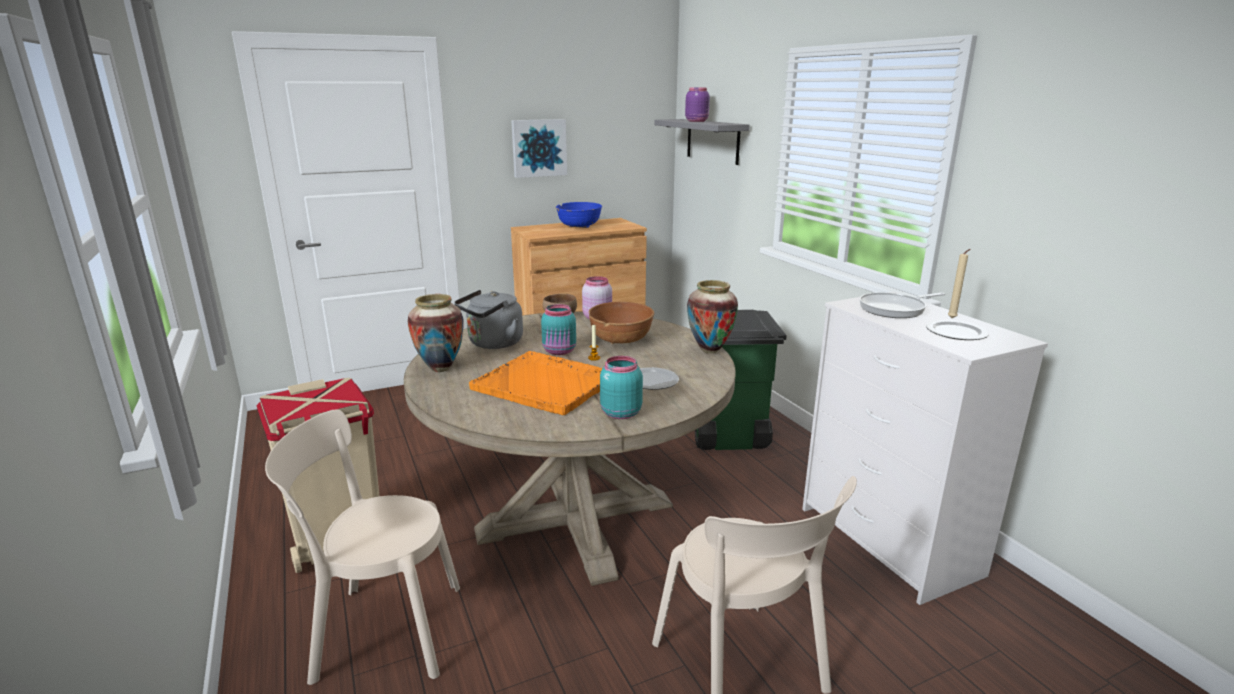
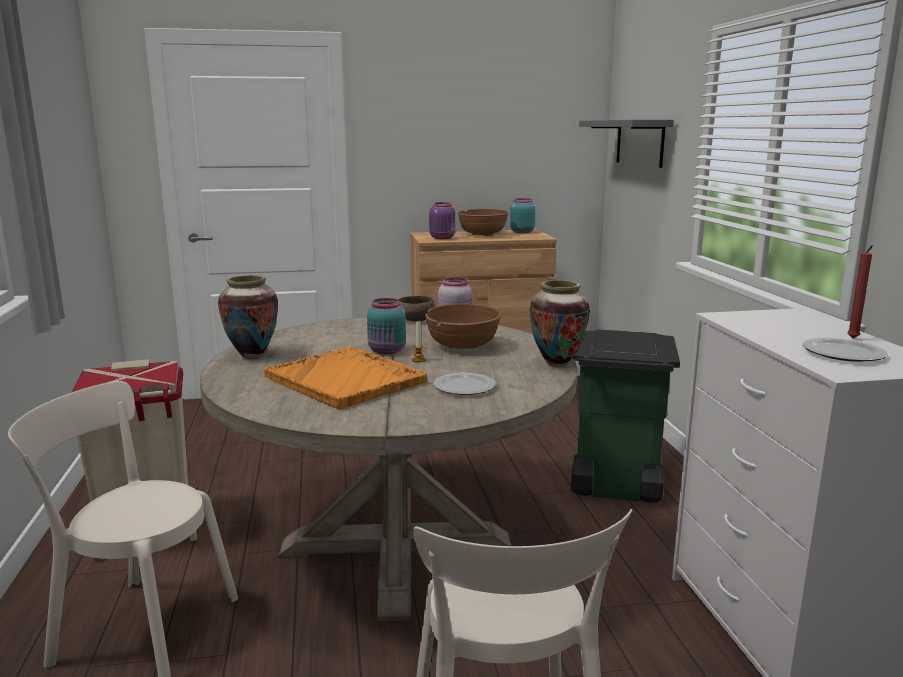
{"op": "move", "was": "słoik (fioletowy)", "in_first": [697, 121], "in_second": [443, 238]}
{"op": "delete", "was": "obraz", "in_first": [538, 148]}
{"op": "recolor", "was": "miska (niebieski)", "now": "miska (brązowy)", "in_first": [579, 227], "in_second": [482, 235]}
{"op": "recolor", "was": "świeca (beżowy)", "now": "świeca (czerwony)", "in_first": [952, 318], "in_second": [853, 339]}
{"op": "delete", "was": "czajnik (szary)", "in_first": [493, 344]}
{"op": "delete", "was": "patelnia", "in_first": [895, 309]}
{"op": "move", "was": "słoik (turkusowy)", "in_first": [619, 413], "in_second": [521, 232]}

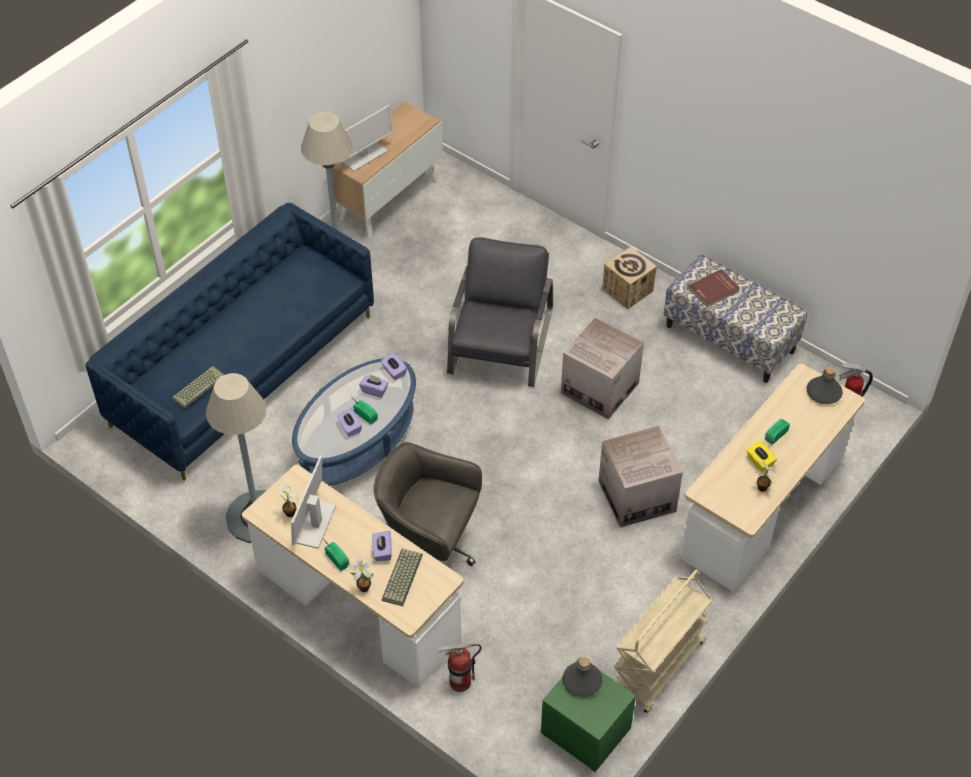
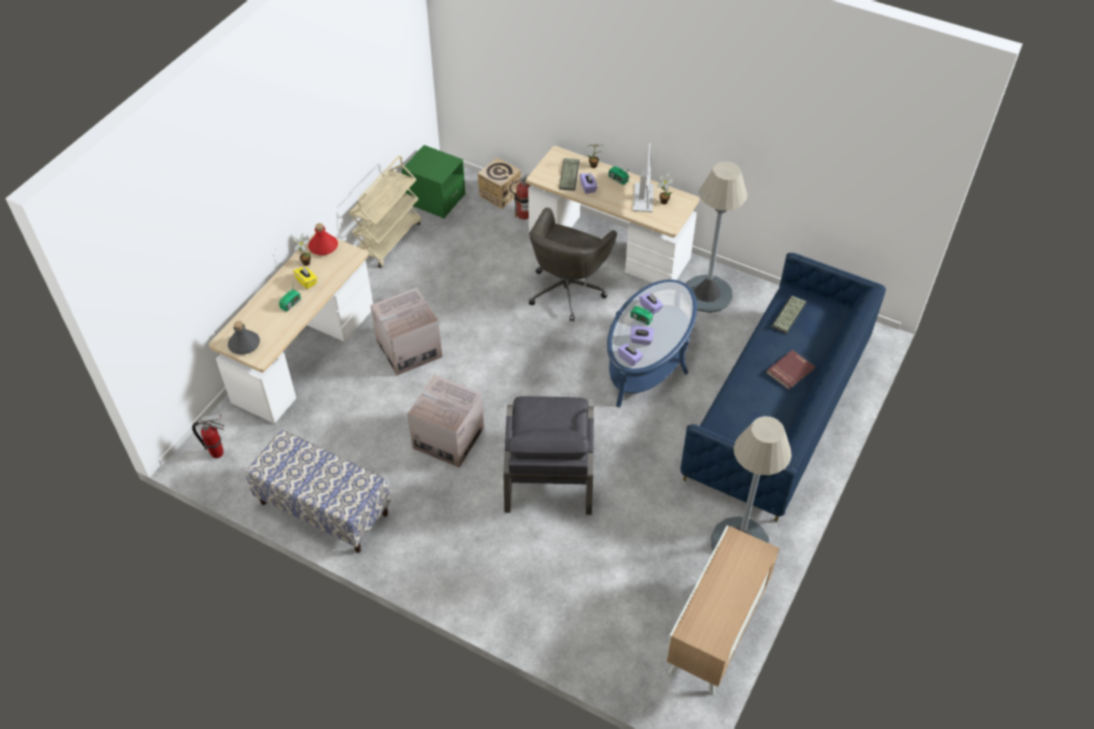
{"op": "delete", "was": "monitor", "in_first": [364, 156]}
{"op": "move", "was": "karton", "in_first": [628, 290], "in_second": [500, 194]}
{"op": "move", "was": "książka (czerwony)", "in_first": [714, 290], "in_second": [789, 370]}
{"op": "rotate", "was": "krzesło biurowe (szary)", "in_first": [429, 549], "in_second": [567, 290], "clockwise": 105}
{"op": "delete", "was": "butelka (szary)", "in_first": [582, 681]}
{"op": "insert", "now": "butelka (czerwony)", "in_second": [323, 246]}

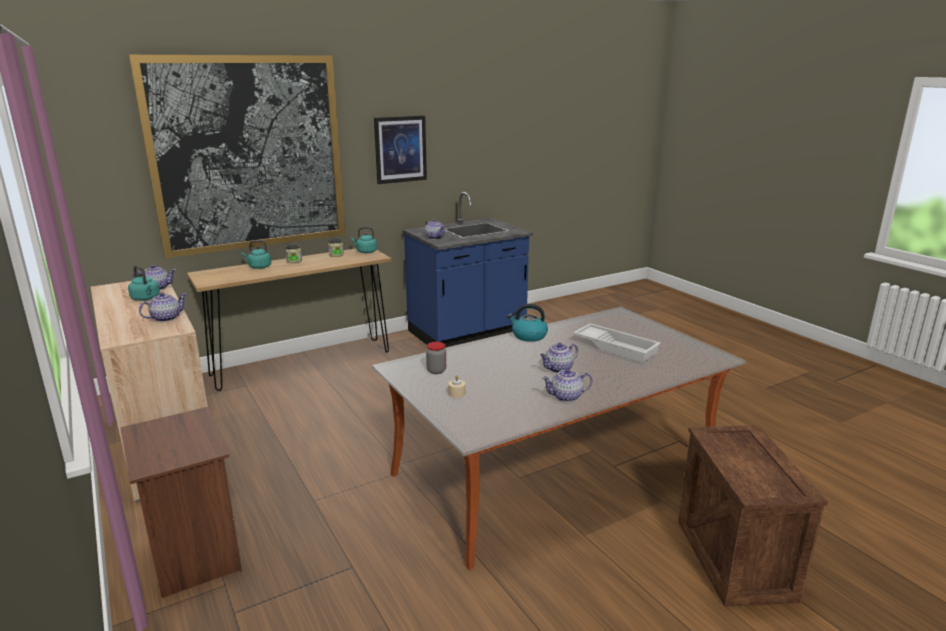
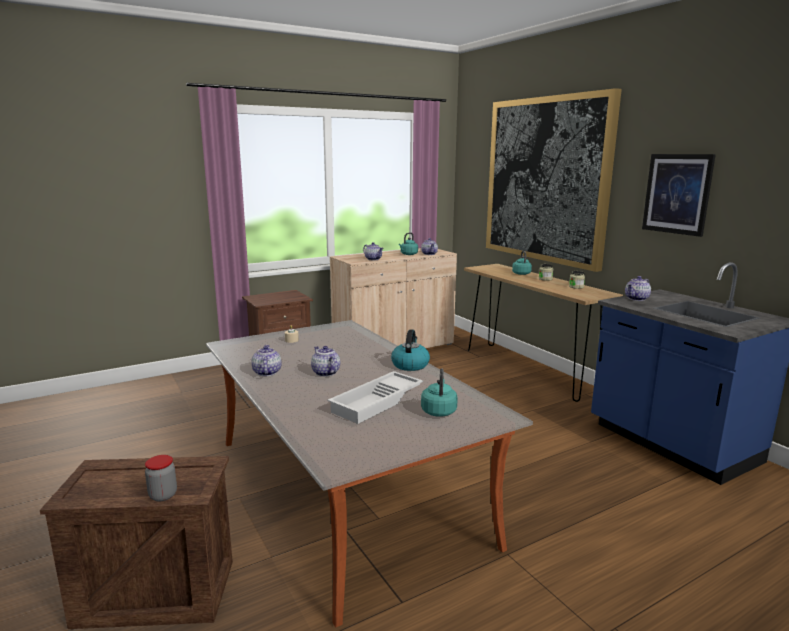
{"op": "move", "was": "czajnik (turkusowy)", "in_first": [365, 252], "in_second": [439, 411]}
{"op": "move", "was": "słoik", "in_first": [436, 370], "in_second": [163, 495]}

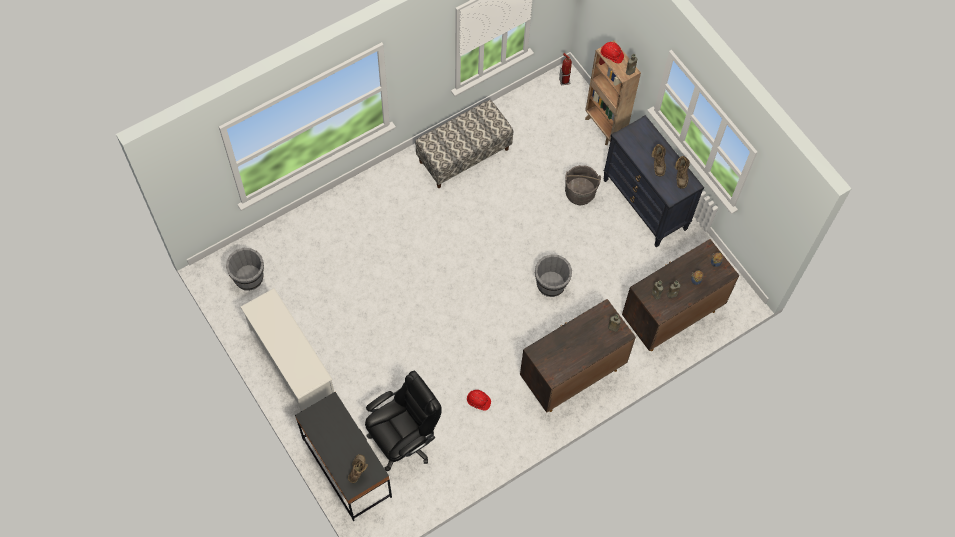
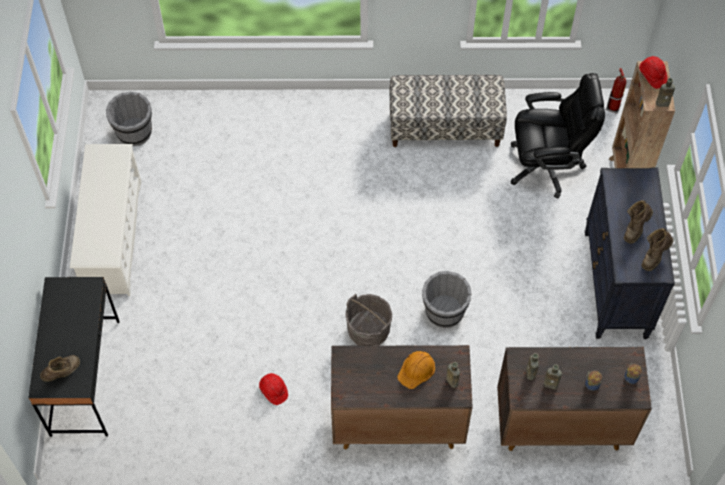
{"op": "move", "was": "wiadro (szary)", "in_first": [580, 193], "in_second": [368, 331]}
{"op": "move", "was": "krzesło biurowe (czarny)", "in_first": [404, 439], "in_second": [547, 165]}
{"op": "insert", "now": "kask (pomarańczowy)", "in_second": [416, 370]}

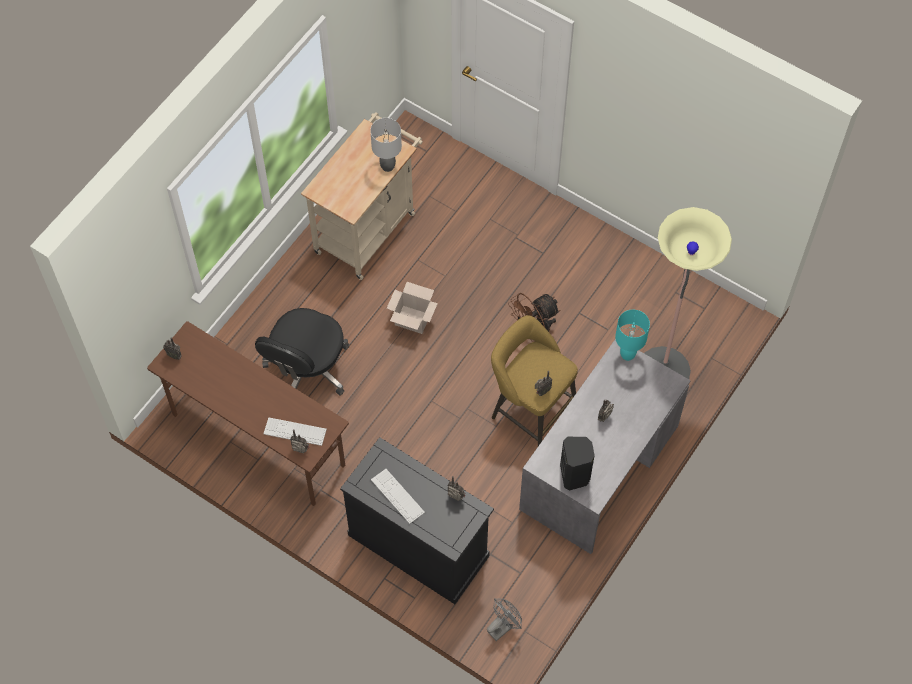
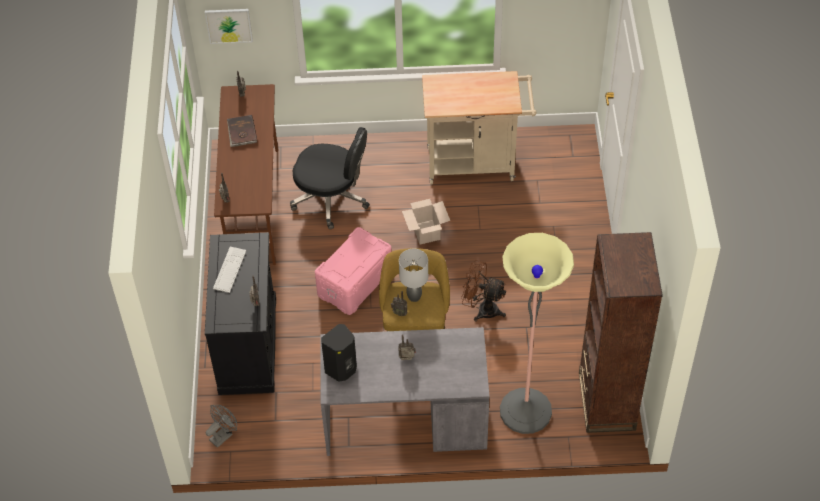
{"op": "move", "was": "lampa stołowa (szary)", "in_first": [388, 166], "in_second": [414, 297]}
{"op": "rotate", "was": "krzesło biurowe (czarny)", "in_first": [307, 370], "in_second": [332, 199], "clockwise": -150}
{"op": "delete", "was": "lampa stołowa (turkusowy)", "in_first": [628, 355]}
{"op": "delete", "was": "klawiatura", "in_first": [295, 432]}
{"op": "rotate", "was": "wentylator (szary)", "in_first": [503, 626], "in_second": [223, 435], "clockwise": -60}
{"op": "insert", "now": "obraz", "in_second": [229, 25]}
{"op": "insert", "now": "książka (brązowy)", "in_second": [241, 132]}
{"op": "insert", "now": "pojemnik do przechowywania (różowy)", "in_second": [354, 283]}
{"op": "insert", "now": "regał (brązowy)", "in_second": [606, 401]}

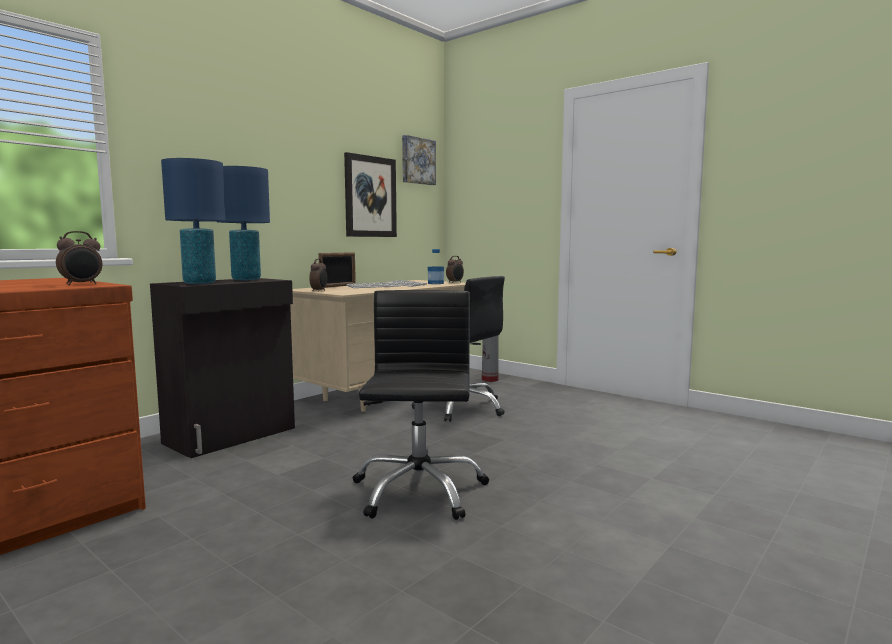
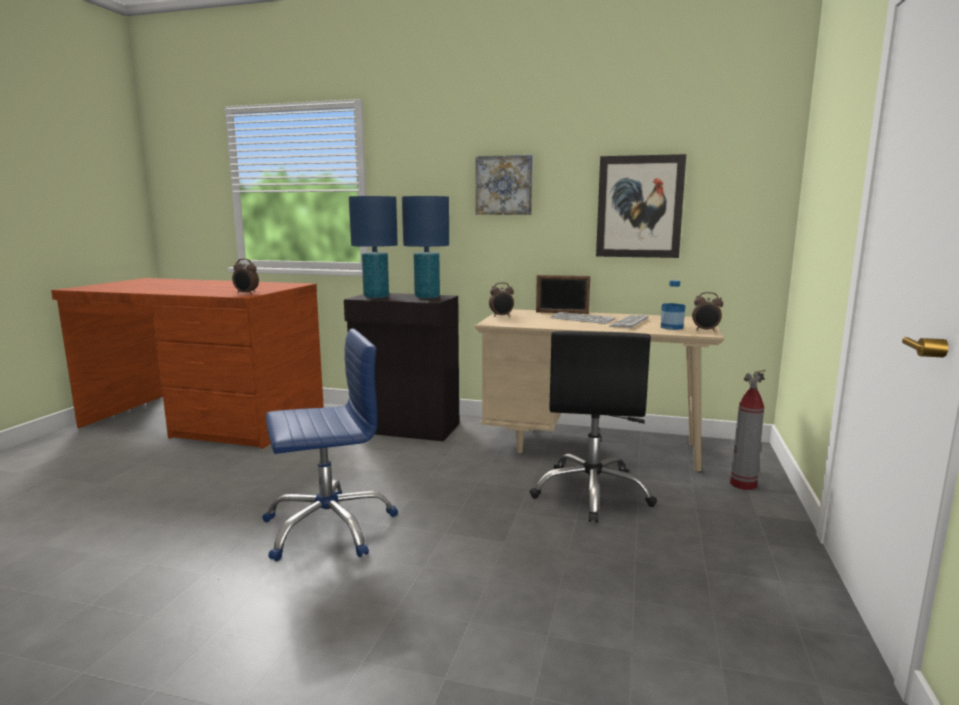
{"op": "move", "was": "obraz", "in_first": [417, 161], "in_second": [504, 185]}
{"op": "recolor", "was": "krzesło biurowe (czarny)", "now": "krzesło biurowe (niebieski)", "in_first": [418, 491], "in_second": [328, 527]}

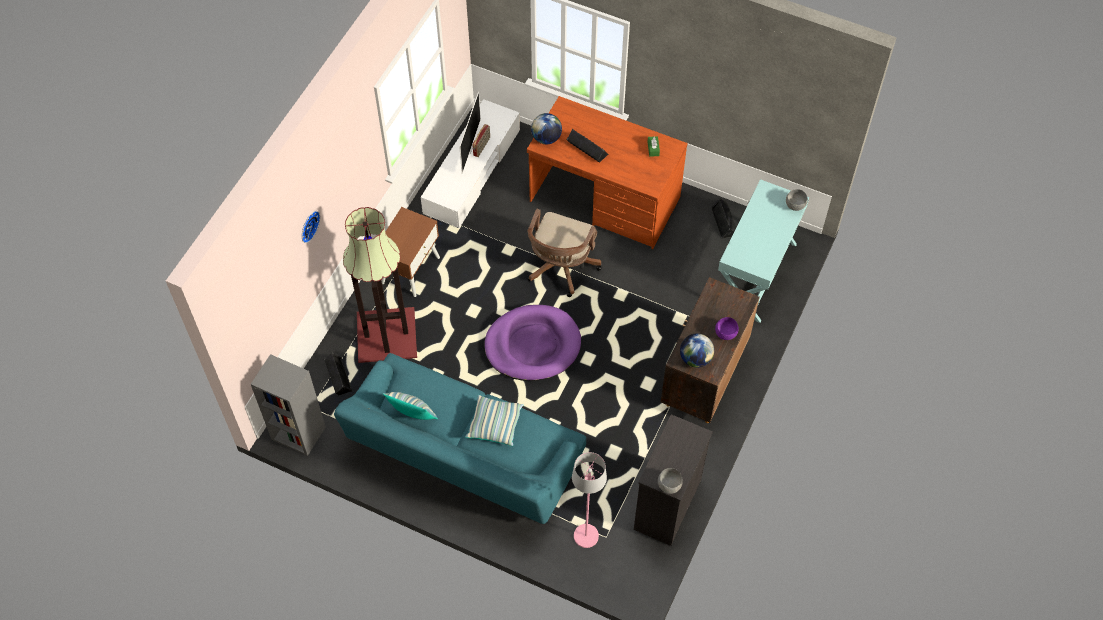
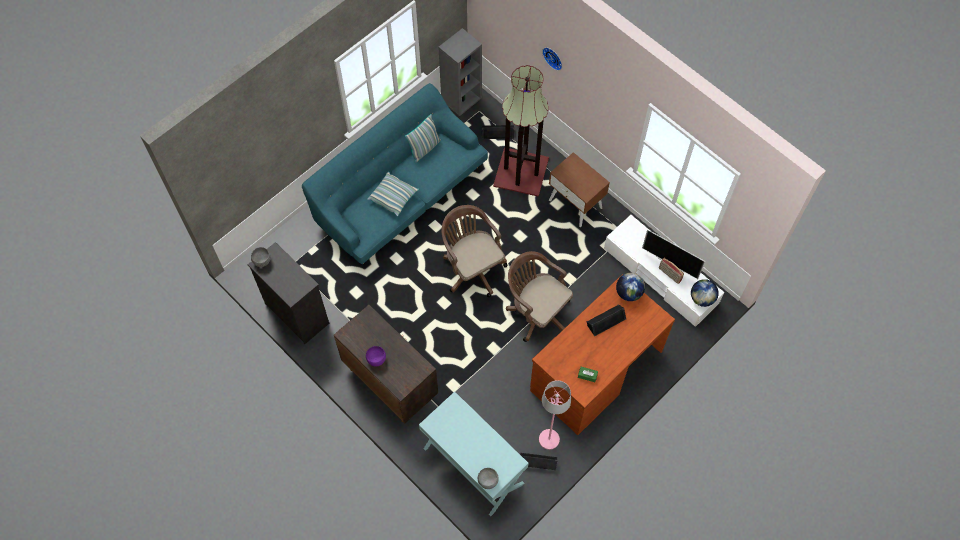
{"op": "replace", "was": "legowisko (fioletowy)", "now": "krzesło biurowe (brązowy)", "in_first": [532, 345], "in_second": [472, 268]}
{"op": "move", "was": "globus", "in_first": [695, 358], "in_second": [702, 298]}
{"op": "move", "was": "lampa stojąca (różowy)", "in_first": [585, 536], "in_second": [549, 439]}

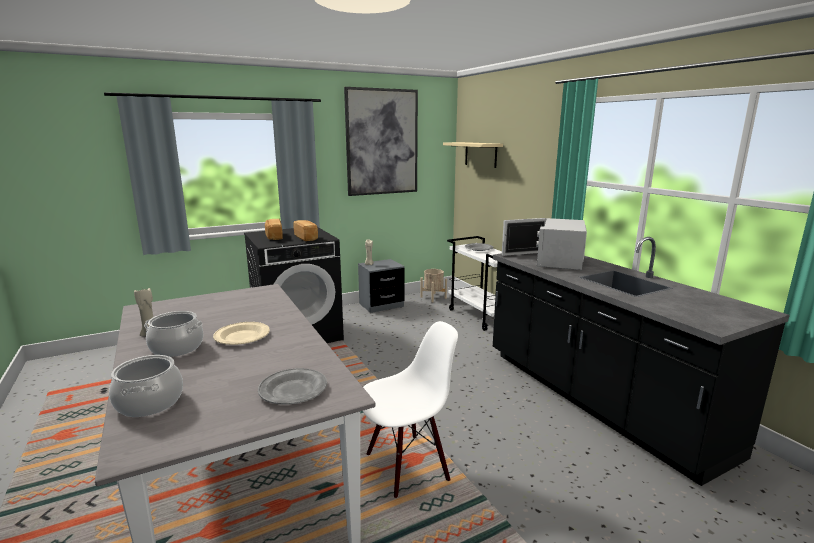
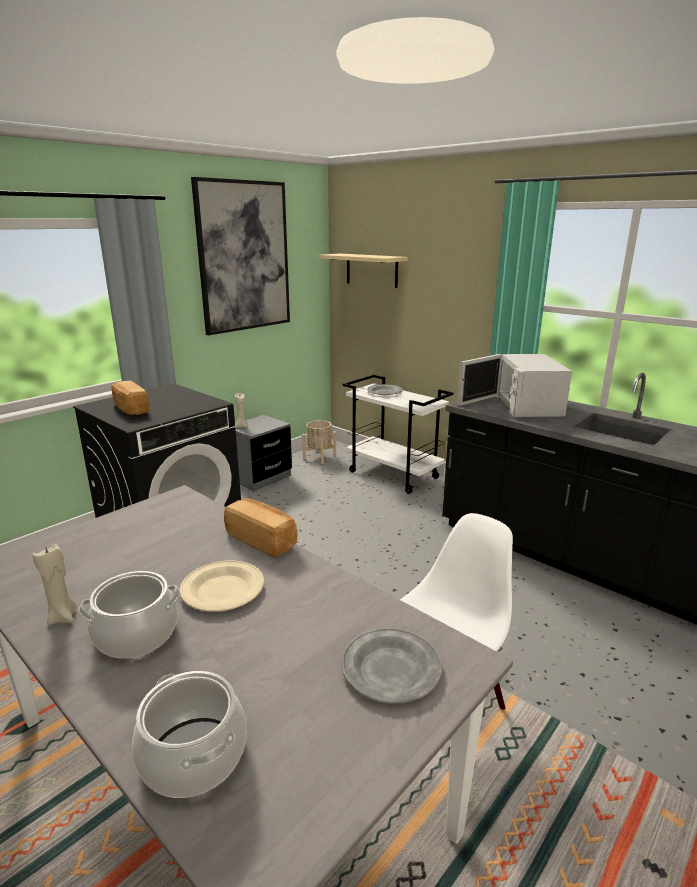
{"op": "move", "was": "chleb", "in_first": [306, 238], "in_second": [262, 540]}

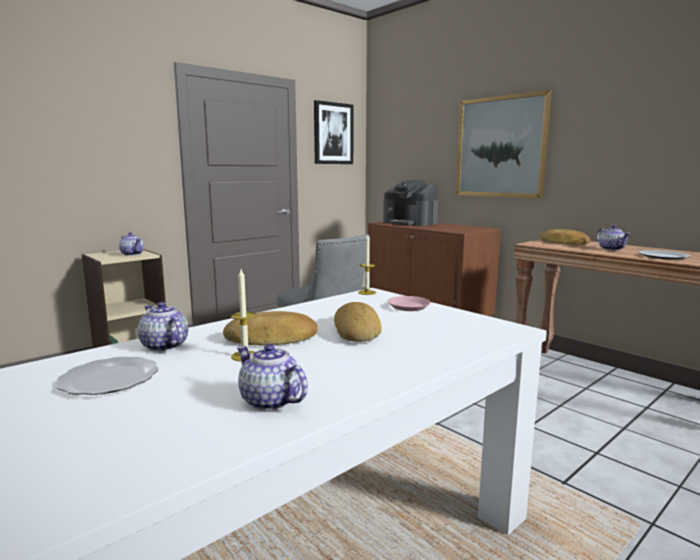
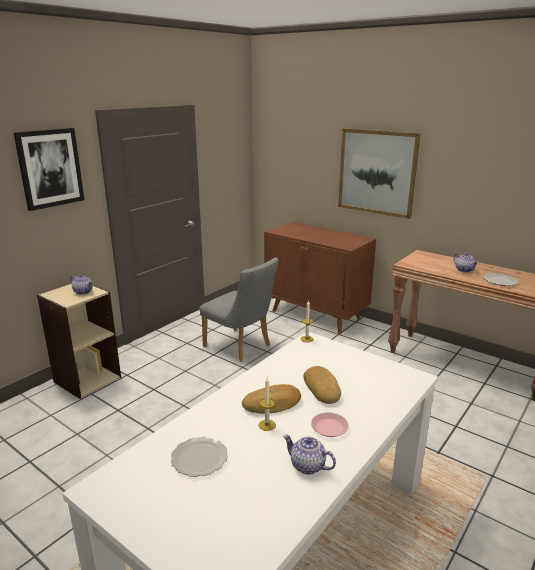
{"op": "move", "was": "obraz", "in_first": [333, 133], "in_second": [50, 168]}
{"op": "delete", "was": "ekspres do kawy", "in_first": [410, 223]}
{"op": "delete", "was": "chleb", "in_first": [564, 243]}
{"op": "move", "was": "talerz (różowy)", "in_first": [408, 306], "in_second": [329, 428]}
{"op": "delete", "was": "imbryk", "in_first": [164, 346]}

